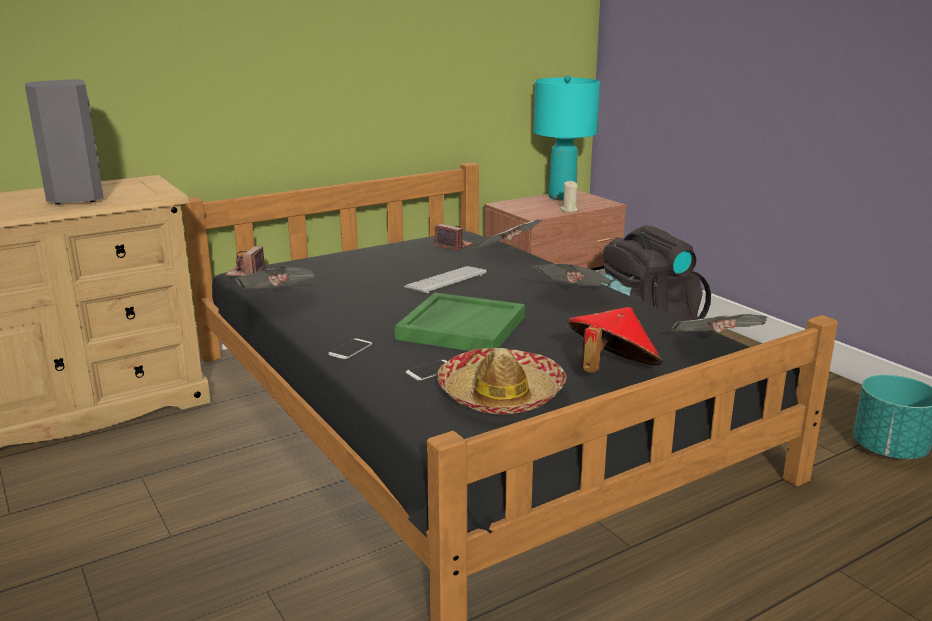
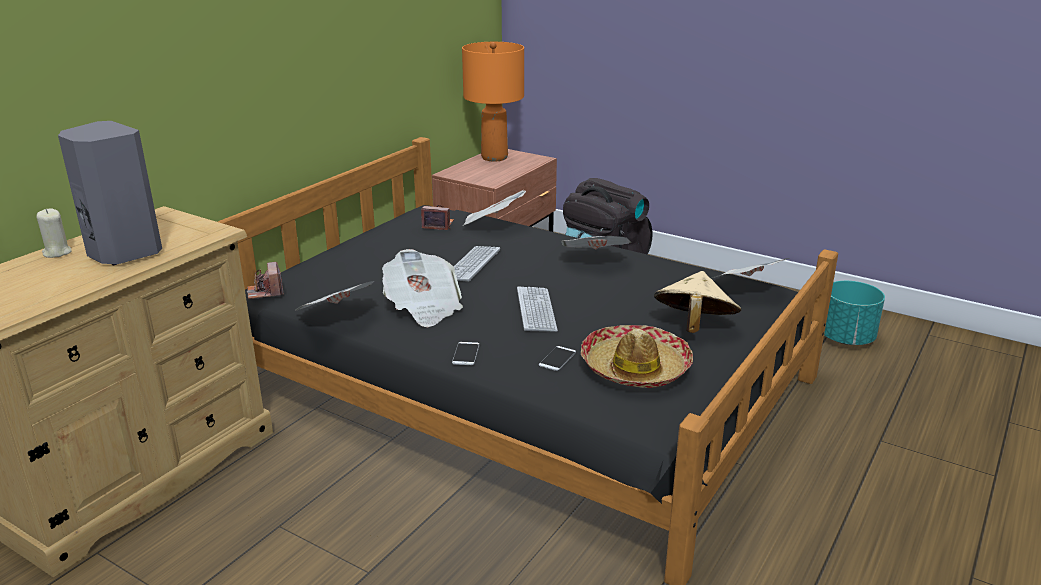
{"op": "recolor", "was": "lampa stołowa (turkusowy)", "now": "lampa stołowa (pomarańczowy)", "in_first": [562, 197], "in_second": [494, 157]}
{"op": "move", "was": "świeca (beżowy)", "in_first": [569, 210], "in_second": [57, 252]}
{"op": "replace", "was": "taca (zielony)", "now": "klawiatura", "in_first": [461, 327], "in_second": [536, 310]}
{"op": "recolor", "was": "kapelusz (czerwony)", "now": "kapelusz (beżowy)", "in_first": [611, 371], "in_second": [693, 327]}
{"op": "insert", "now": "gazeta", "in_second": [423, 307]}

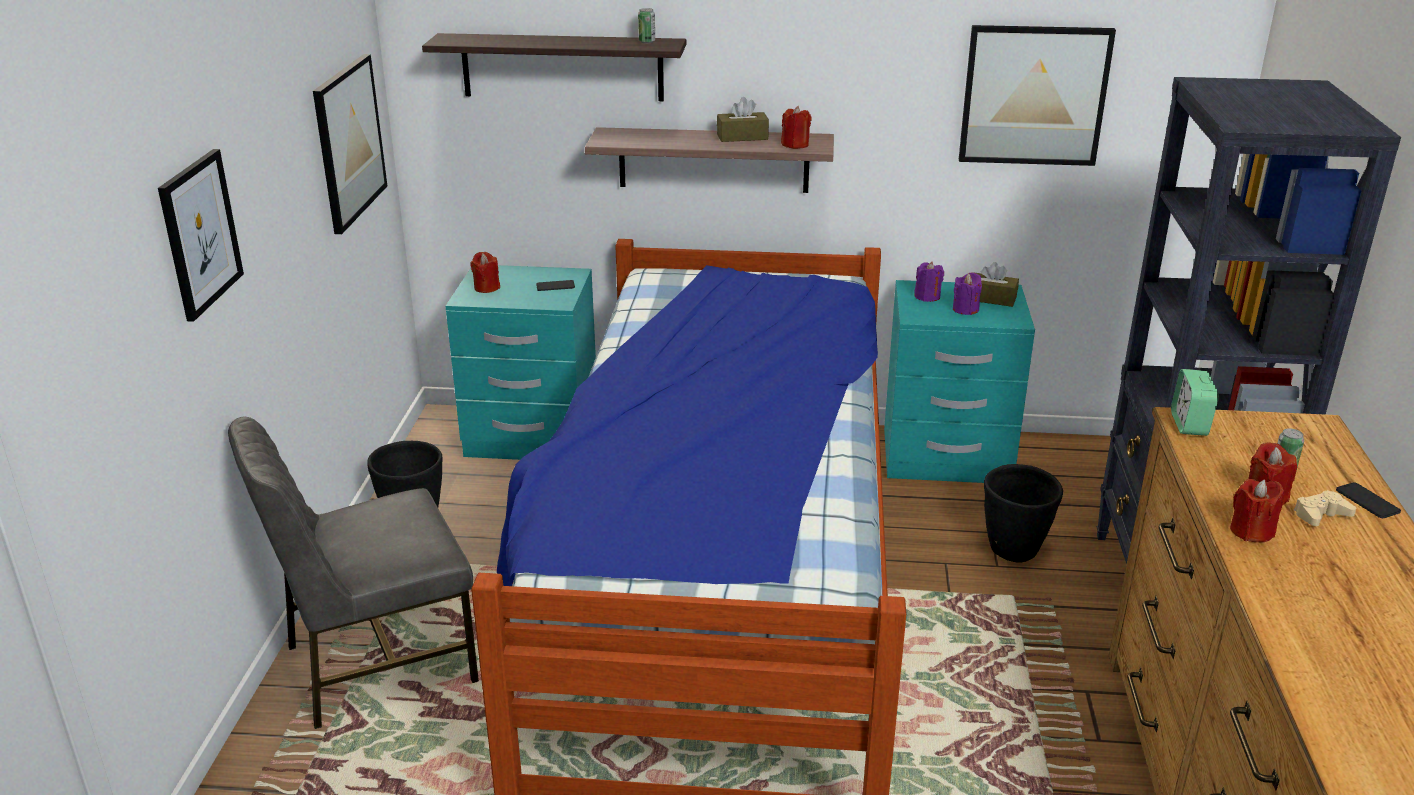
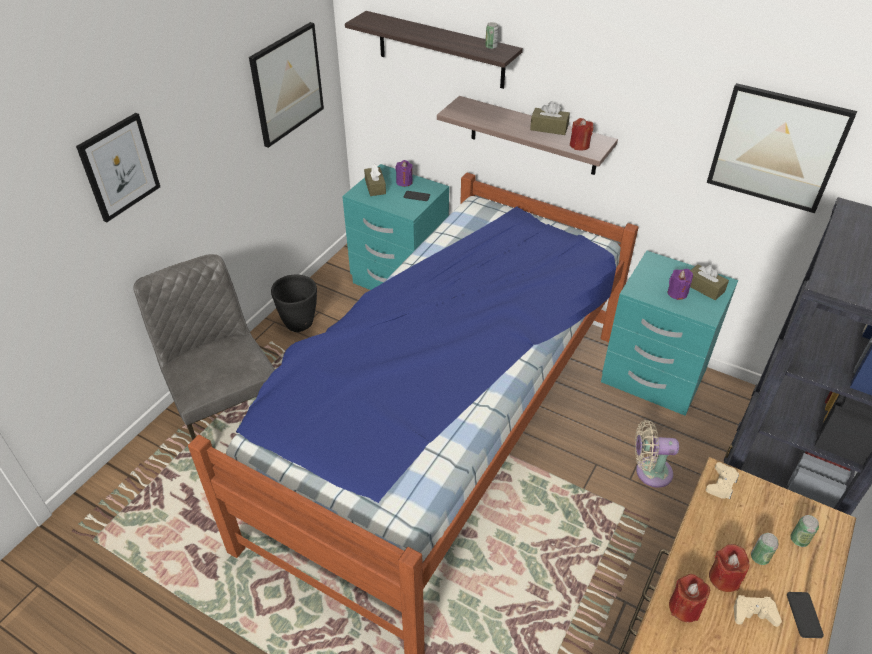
{"op": "replace", "was": "świeca (czerwony)", "now": "pudełko chusteczek (brązowy)", "in_first": [486, 288], "in_second": [375, 187]}
{"op": "move", "was": "świeca (fioletowy)", "in_first": [927, 297], "in_second": [404, 182]}
{"op": "replace", "was": "budzik", "now": "pad do gier (beżowy)", "in_first": [1189, 424], "in_second": [721, 484]}
{"op": "rotate", "was": "krzesło (szary)", "in_first": [376, 663], "in_second": [228, 415], "clockwise": 60}
{"op": "replace", "was": "donica (czarny)", "now": "wentylator (beżowy)", "in_first": [1014, 551], "in_second": [649, 472]}
{"op": "insert", "now": "puszka", "in_second": [799, 540]}

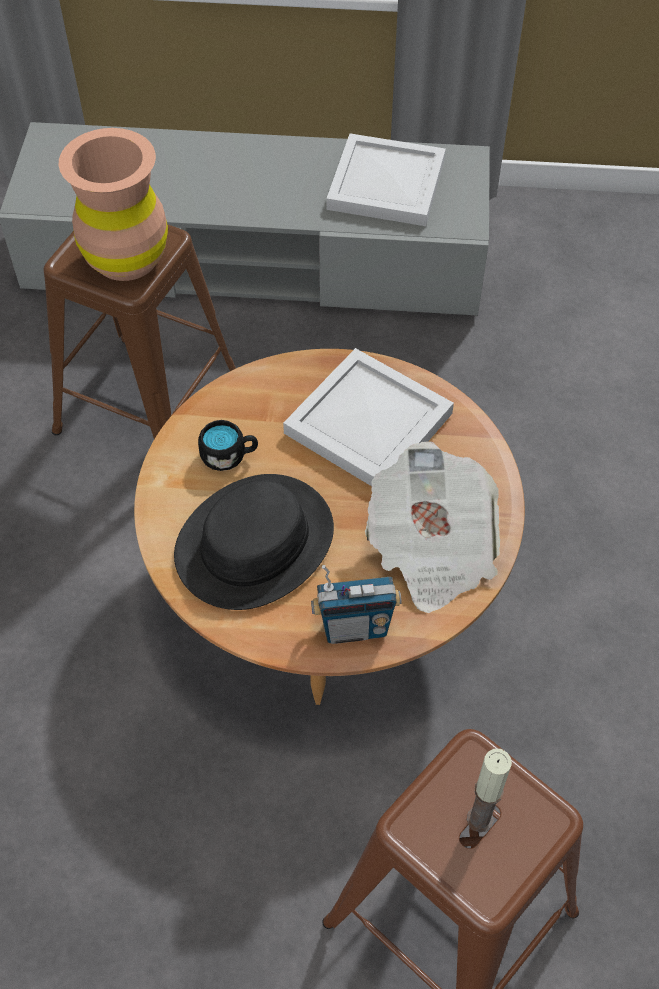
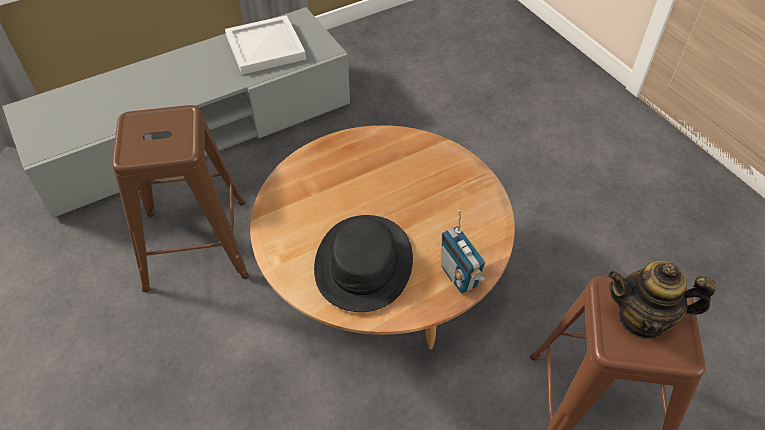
{"op": "delete", "was": "wazon (brązowy)", "in_first": [126, 258]}
{"op": "delete", "was": "taca (biały)", "in_first": [371, 423]}
{"op": "delete", "was": "kubek (czarny)", "in_first": [229, 455]}
{"op": "delete", "was": "gazeta", "in_first": [431, 549]}
{"op": "rotate", "was": "radio", "in_first": [355, 627], "in_second": [459, 276], "clockwise": 105}
{"op": "replace", "was": "świeca", "now": "imbryk", "in_first": [480, 819], "in_second": [642, 319]}

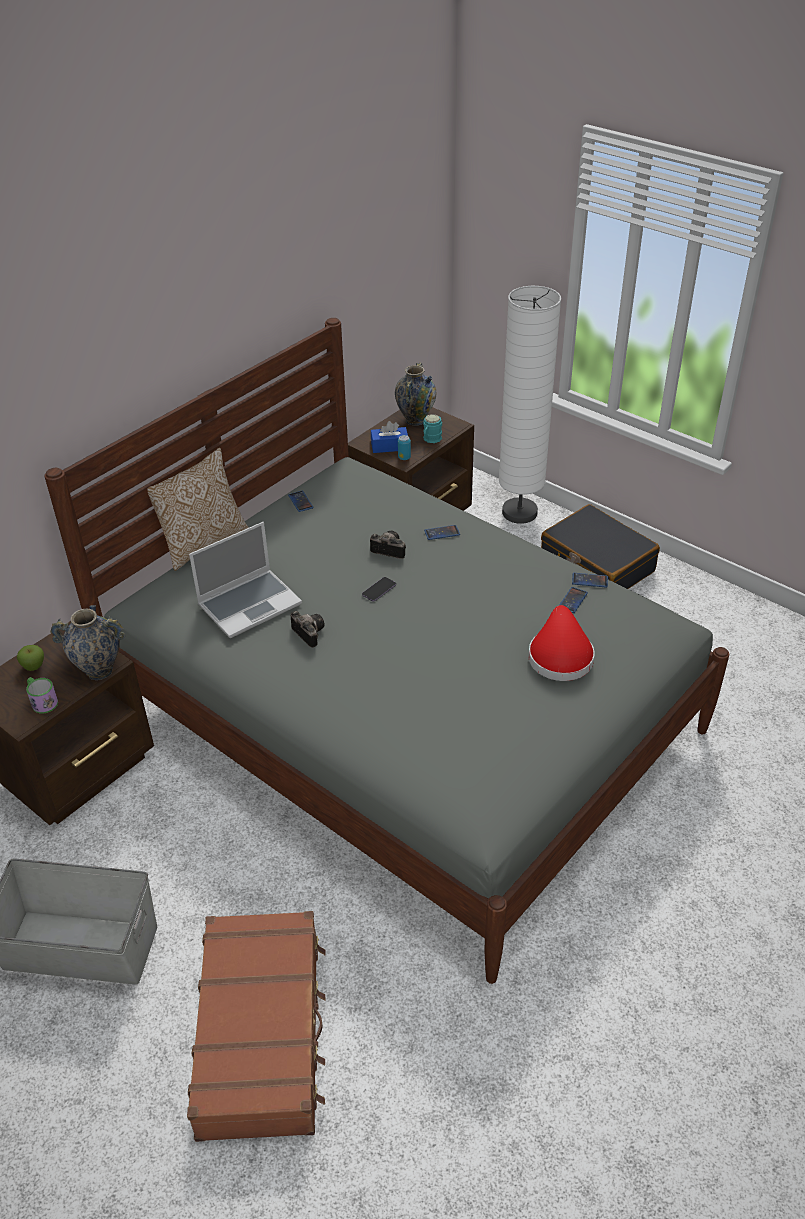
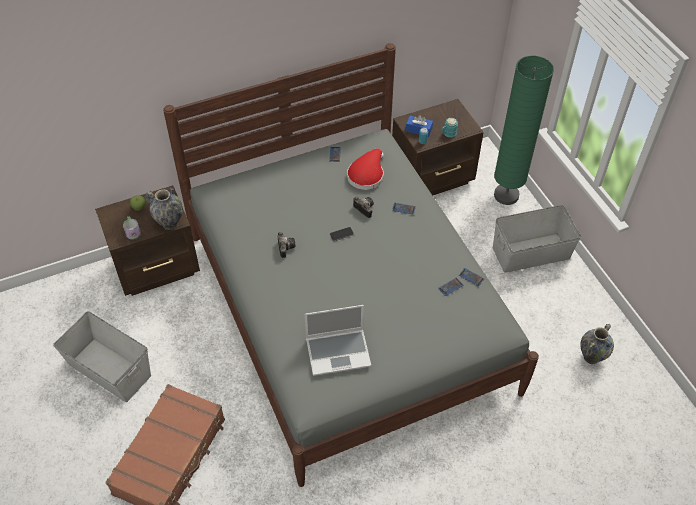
{"op": "recolor", "was": "lampa stojąca (biały)", "now": "lampa stojąca (zielony)", "in_first": [519, 513], "in_second": [506, 195]}
{"op": "move", "was": "wazon", "in_first": [415, 420], "in_second": [591, 357]}
{"op": "delete", "was": "poduszka", "in_first": [202, 543]}
{"op": "replace", "was": "walizka (czarny)", "now": "pojemnik do przechowywania (szary)", "in_first": [596, 565], "in_second": [531, 253]}
{"op": "move", "was": "laptop", "in_first": [250, 604], "in_second": [338, 352]}
{"op": "move", "was": "kapelusz (czerwony)", "in_first": [559, 655], "in_second": [366, 175]}

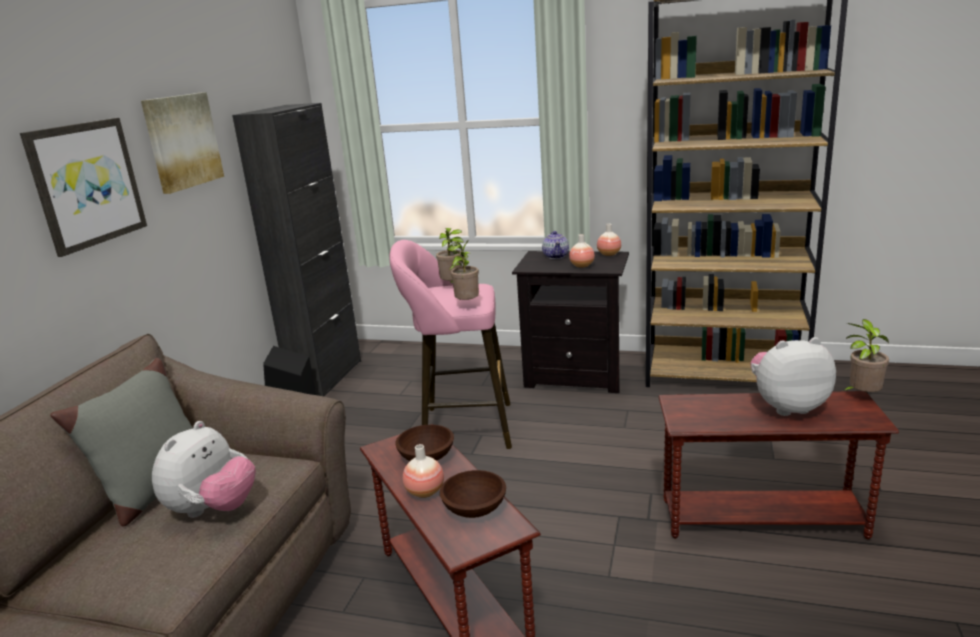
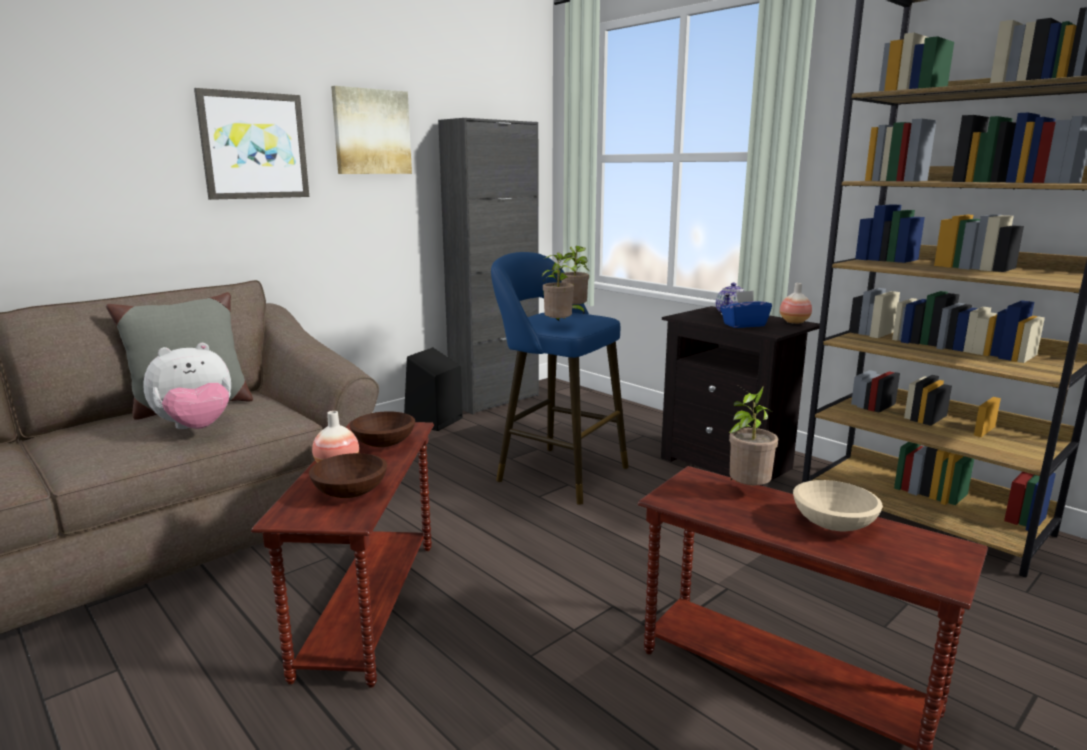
{"op": "replace", "was": "wazon", "now": "pudełko chusteczek (niebieski)", "in_first": [582, 266], "in_second": [744, 325]}
{"op": "recolor", "was": "stołek (różowy)", "now": "stołek (niebieski)", "in_first": [460, 428], "in_second": [556, 472]}
{"op": "move", "was": "roślina doniczkowa", "in_first": [861, 396], "in_second": [747, 491]}
{"op": "replace", "was": "pluszak", "now": "miska (beżowy)", "in_first": [787, 406], "in_second": [832, 524]}

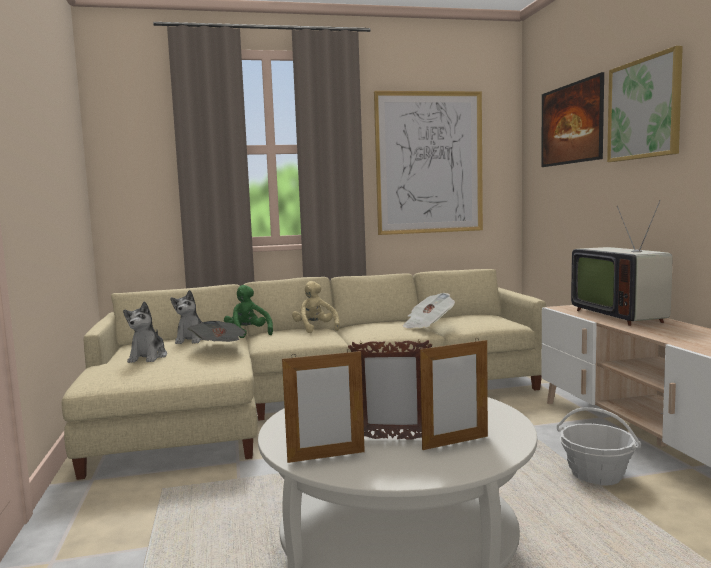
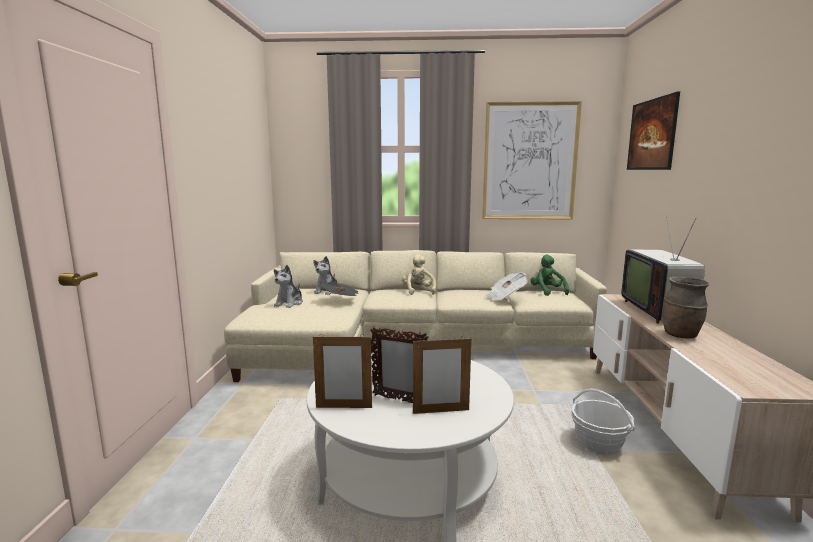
{"op": "delete", "was": "obraz", "in_first": [644, 109]}
{"op": "move", "was": "pluszak (zielony)", "in_first": [248, 334], "in_second": [547, 292]}
{"op": "insert", "now": "wazon (brązowy)", "in_second": [681, 335]}

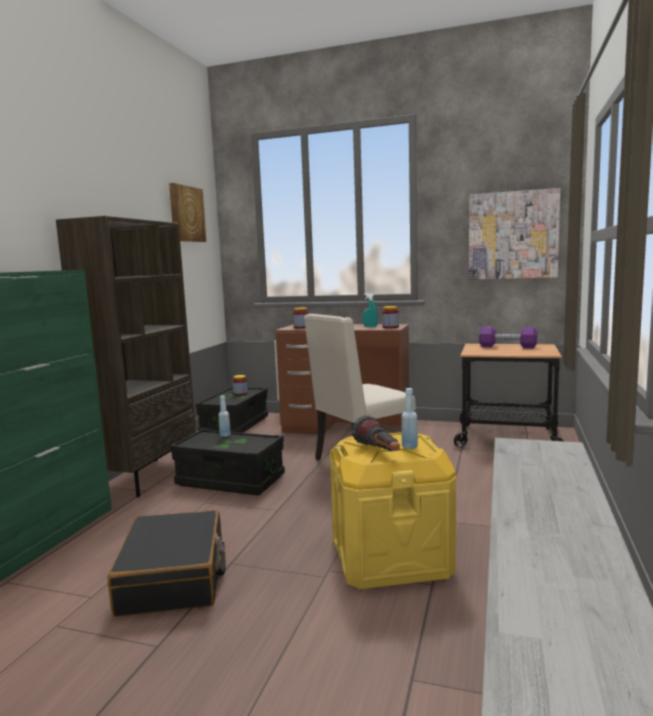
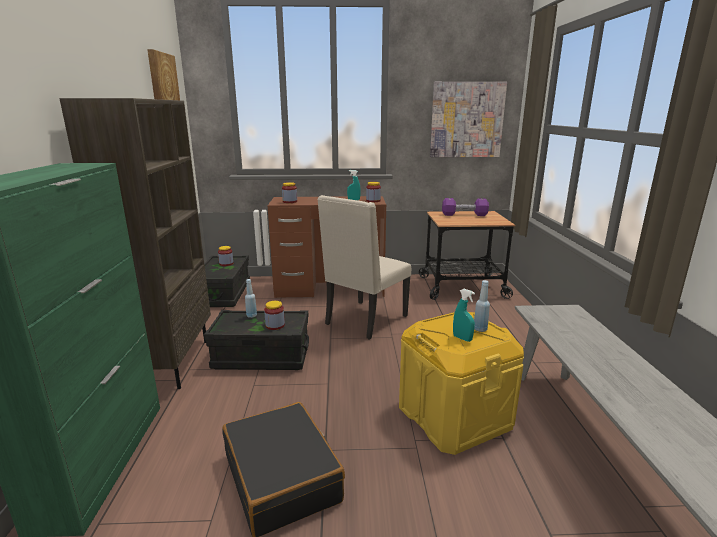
{"op": "replace", "was": "latarka", "now": "spryskiwacz (turkusowy)", "in_first": [379, 452], "in_second": [462, 338]}
{"op": "insert", "now": "słoik", "in_second": [275, 325]}

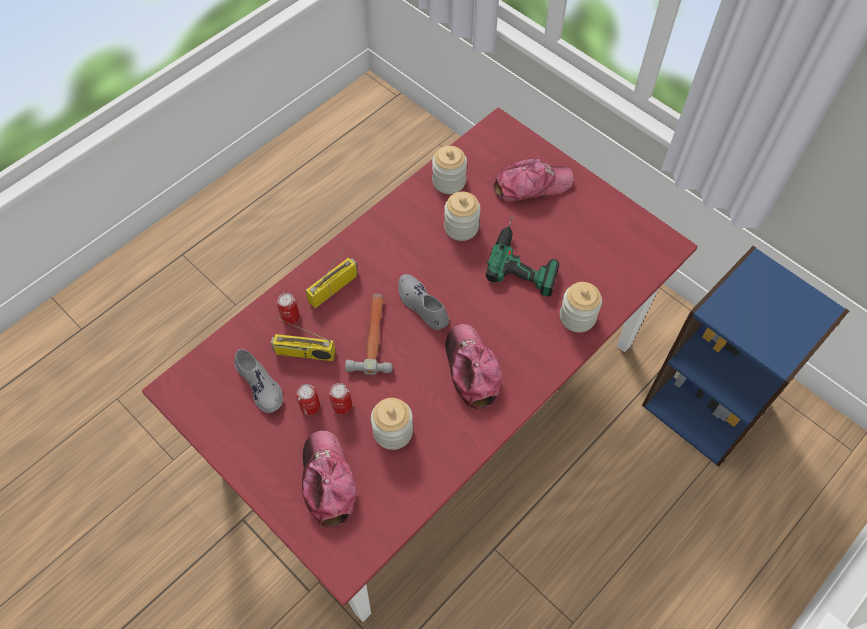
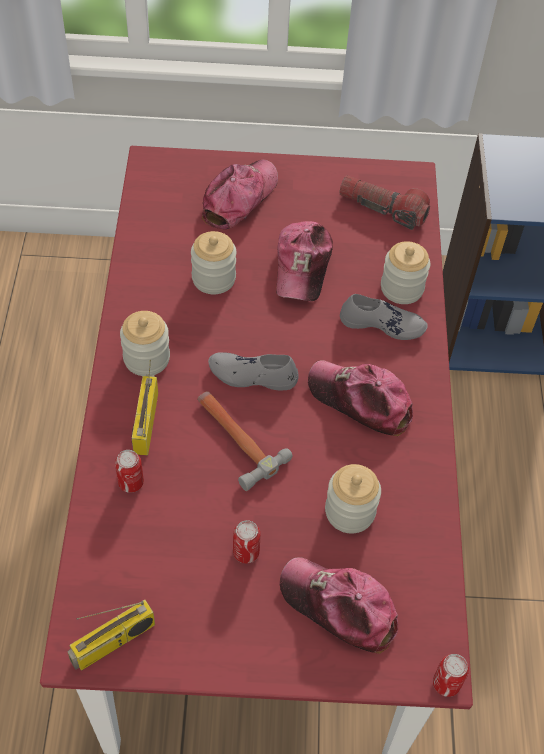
{"op": "move", "was": "słoik", "in_first": [449, 181], "in_second": [146, 358]}
{"op": "replace", "was": "wiertarka", "now": "czapka z daszkiem", "in_first": [525, 257], "in_second": [302, 266]}
{"op": "move", "was": "radio", "in_first": [304, 353], "in_second": [113, 643]}
{"op": "move", "was": "but (szary)", "in_first": [260, 385], "in_second": [382, 324]}
{"op": "move", "was": "puszka", "in_first": [342, 406], "in_second": [446, 683]}
{"op": "insert", "now": "latarka", "in_second": [382, 209]}

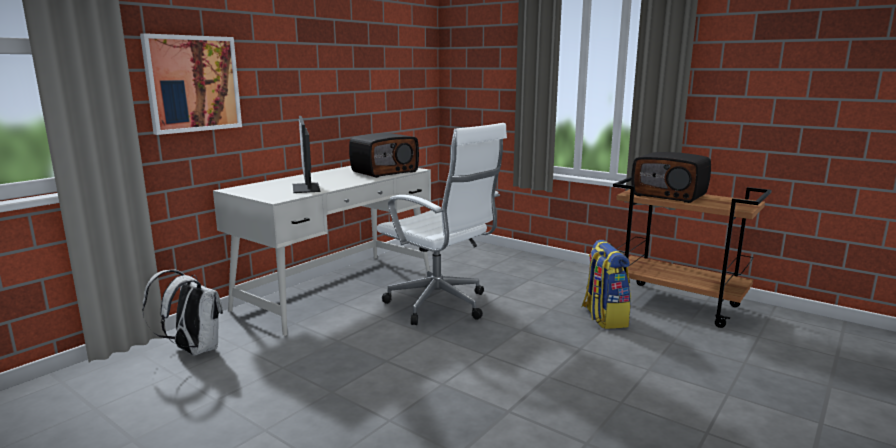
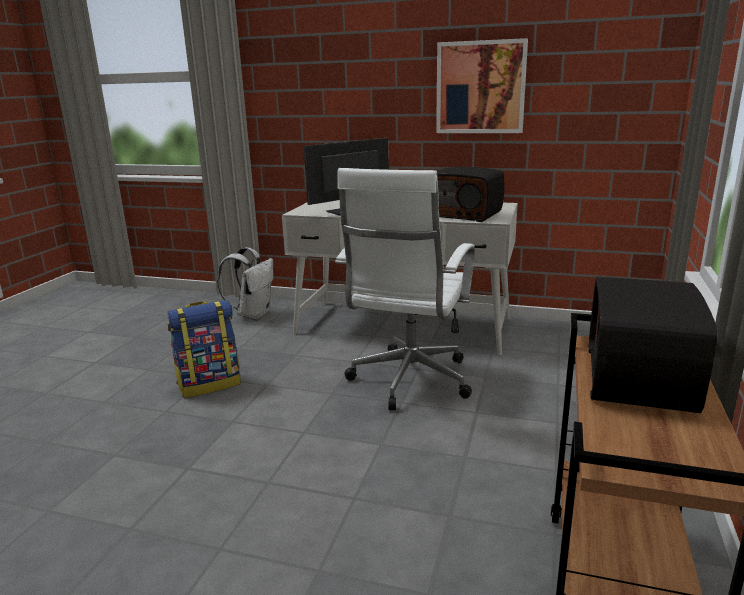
{"op": "move", "was": "obraz", "in_first": [193, 83], "in_second": [480, 87]}
{"op": "move", "was": "plecak", "in_first": [603, 317], "in_second": [209, 384]}

